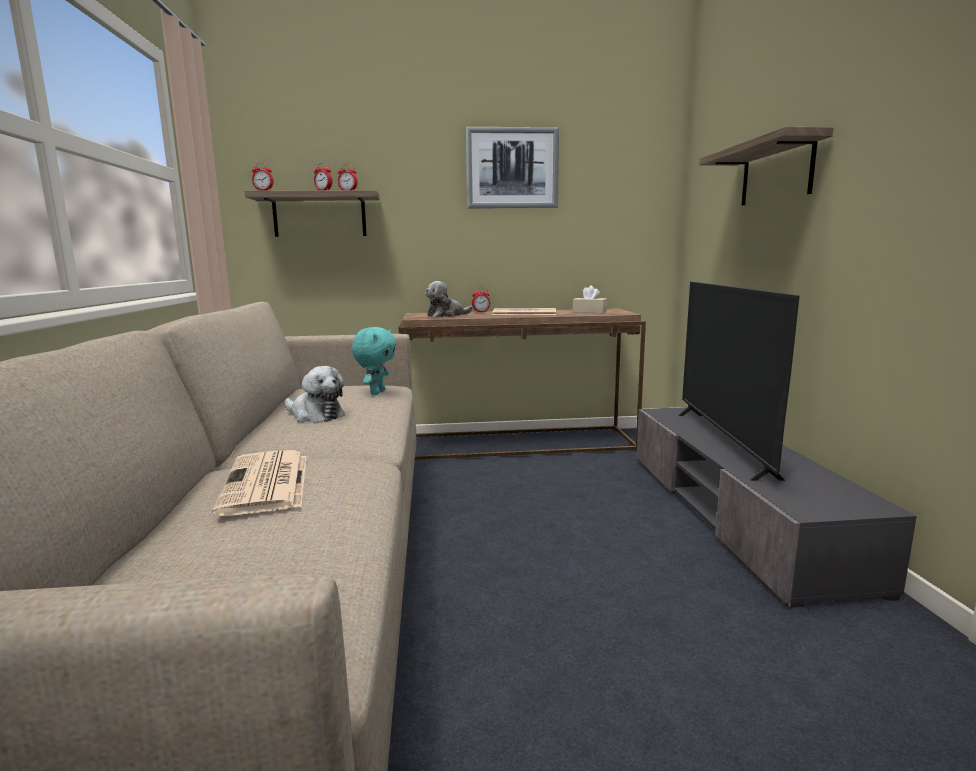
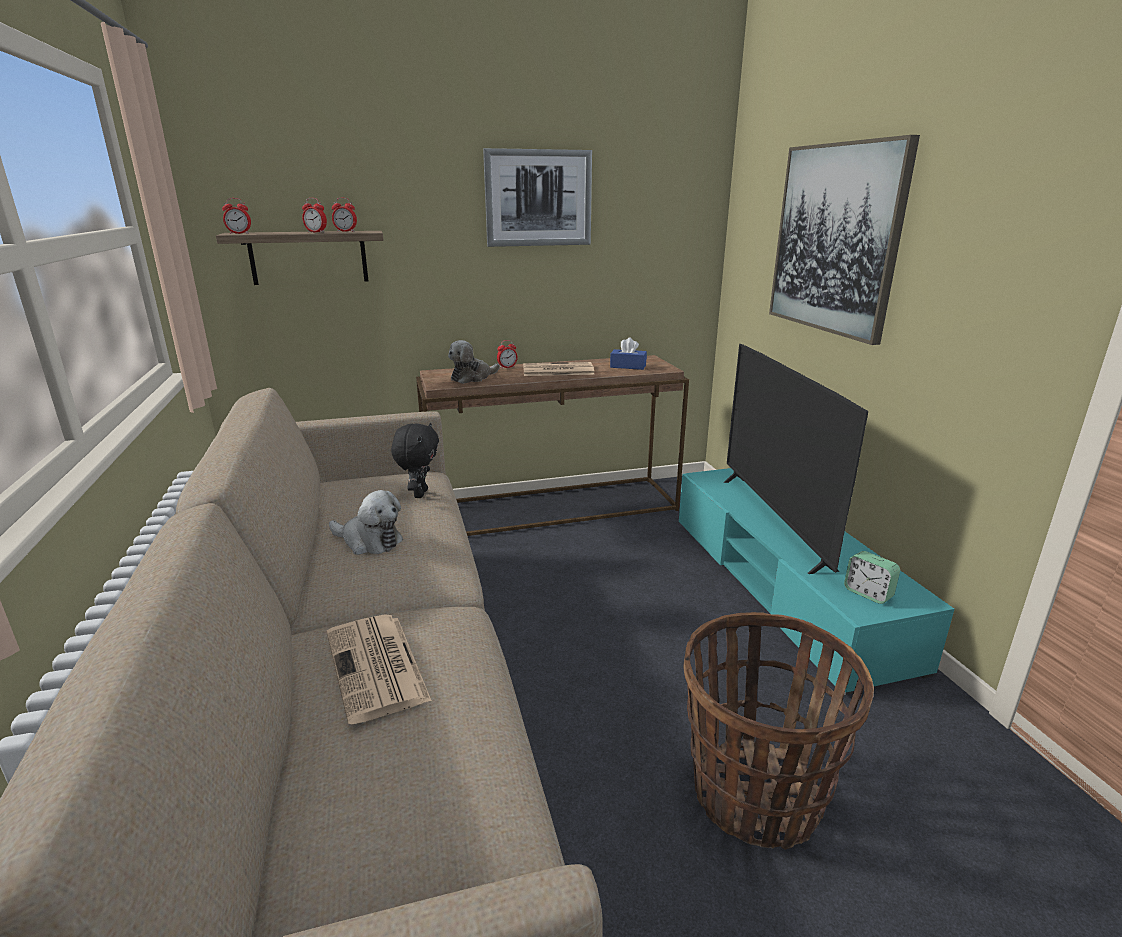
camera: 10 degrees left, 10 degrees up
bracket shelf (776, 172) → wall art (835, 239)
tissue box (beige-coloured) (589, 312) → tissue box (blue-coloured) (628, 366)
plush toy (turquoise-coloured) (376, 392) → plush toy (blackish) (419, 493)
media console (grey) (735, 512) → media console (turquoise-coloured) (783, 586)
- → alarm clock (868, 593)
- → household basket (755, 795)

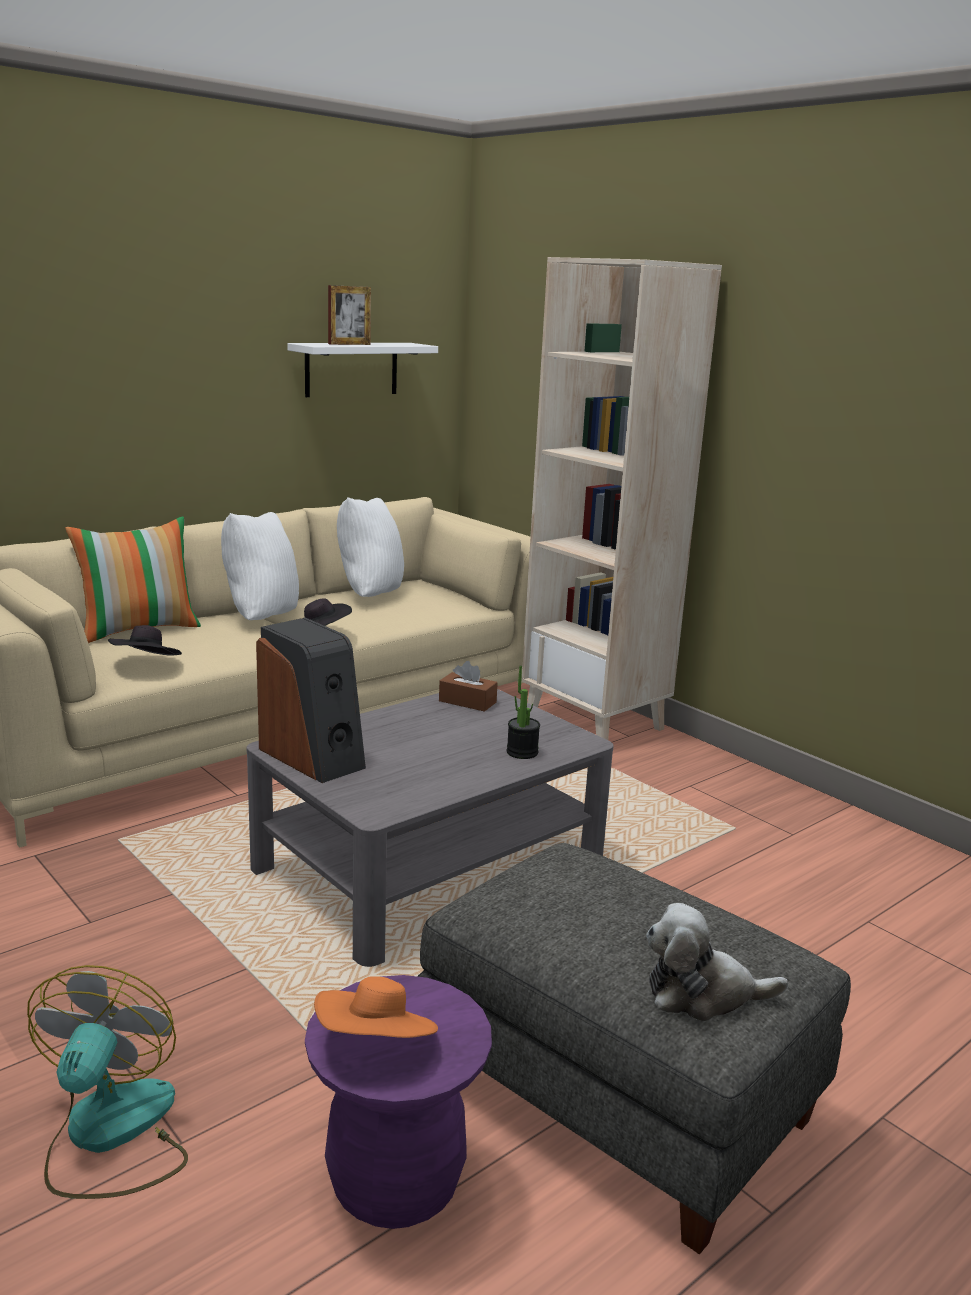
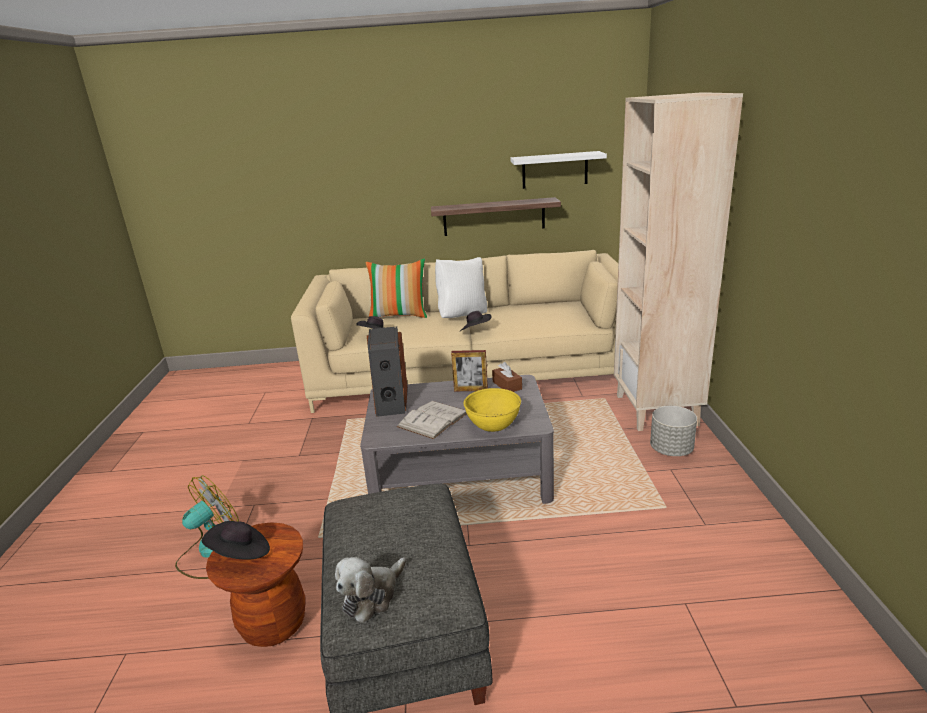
camera: 40 degrees right, 5 degrees up
standing frame (349, 344) → standing frame (471, 390), shifted
pillow (whitish) (368, 595) → -
plant in a pot (522, 752) → deep dish (yellow) (493, 424)
plush toy (703, 994) → plush toy (372, 596), 90 degrees counterclockwise
sitting stool (purple) (395, 1183) → sitting stool (brown) (274, 624)
clothing hat (orange-coloured) (376, 1043) → clothing hat (blackish) (240, 554)
- → bracket shelf (494, 217)
- → volume (whitish) (433, 419)
- → planter (grey) (671, 450)

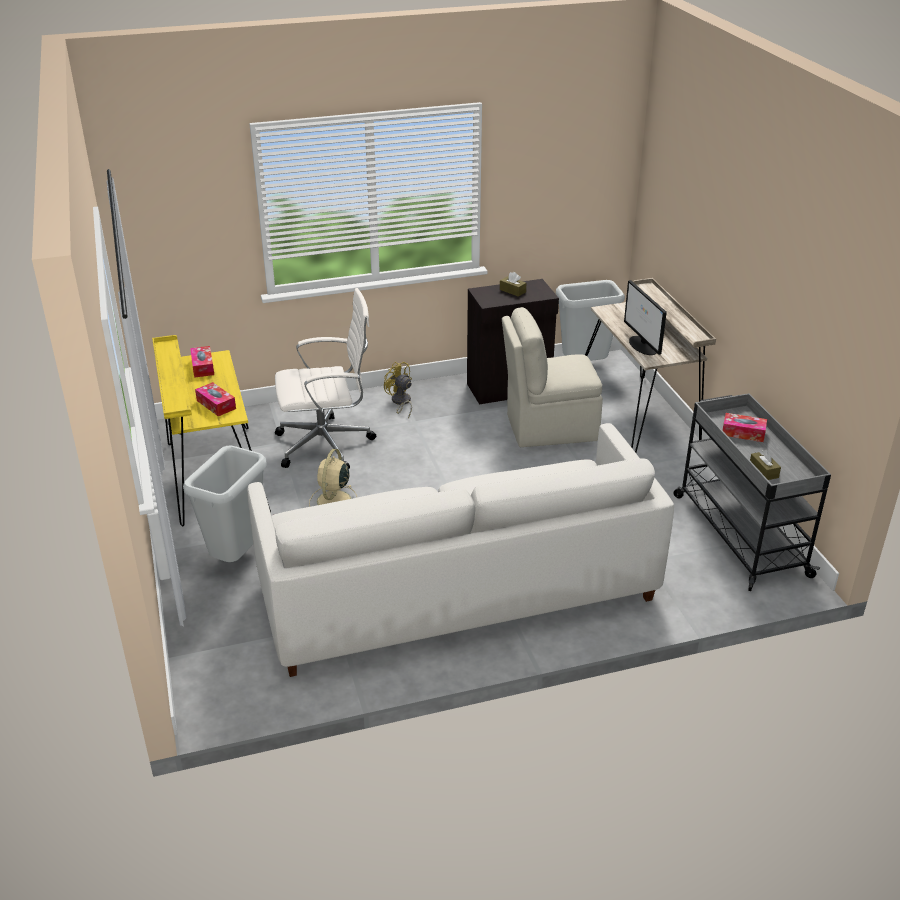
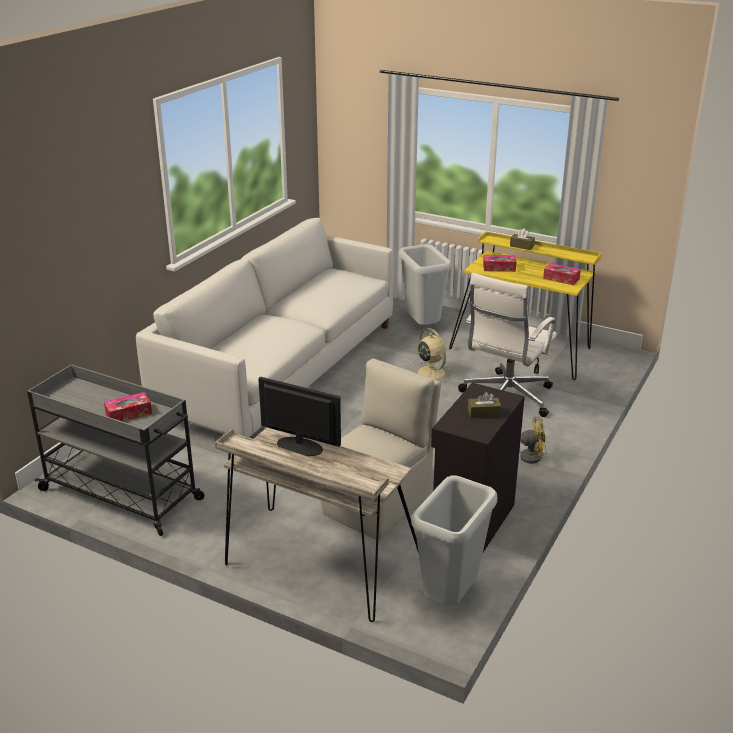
camera: 135 degrees right, 5 degrees down
tissue box (brown) (763, 471) → tissue box (brown) (521, 246), shifted

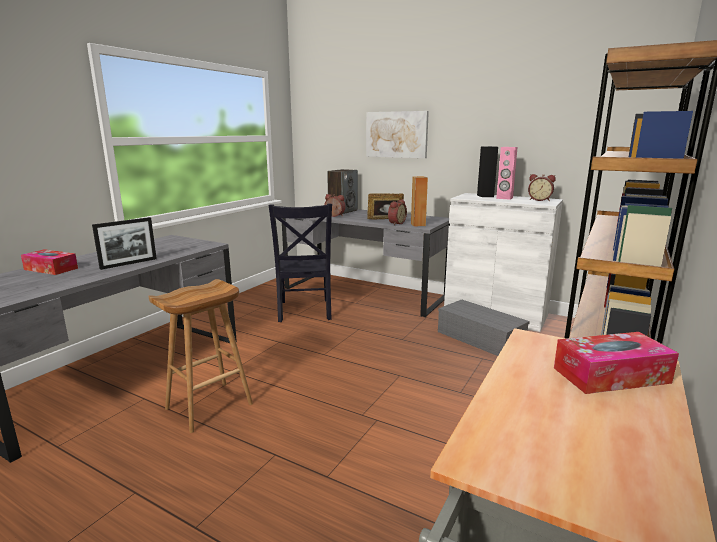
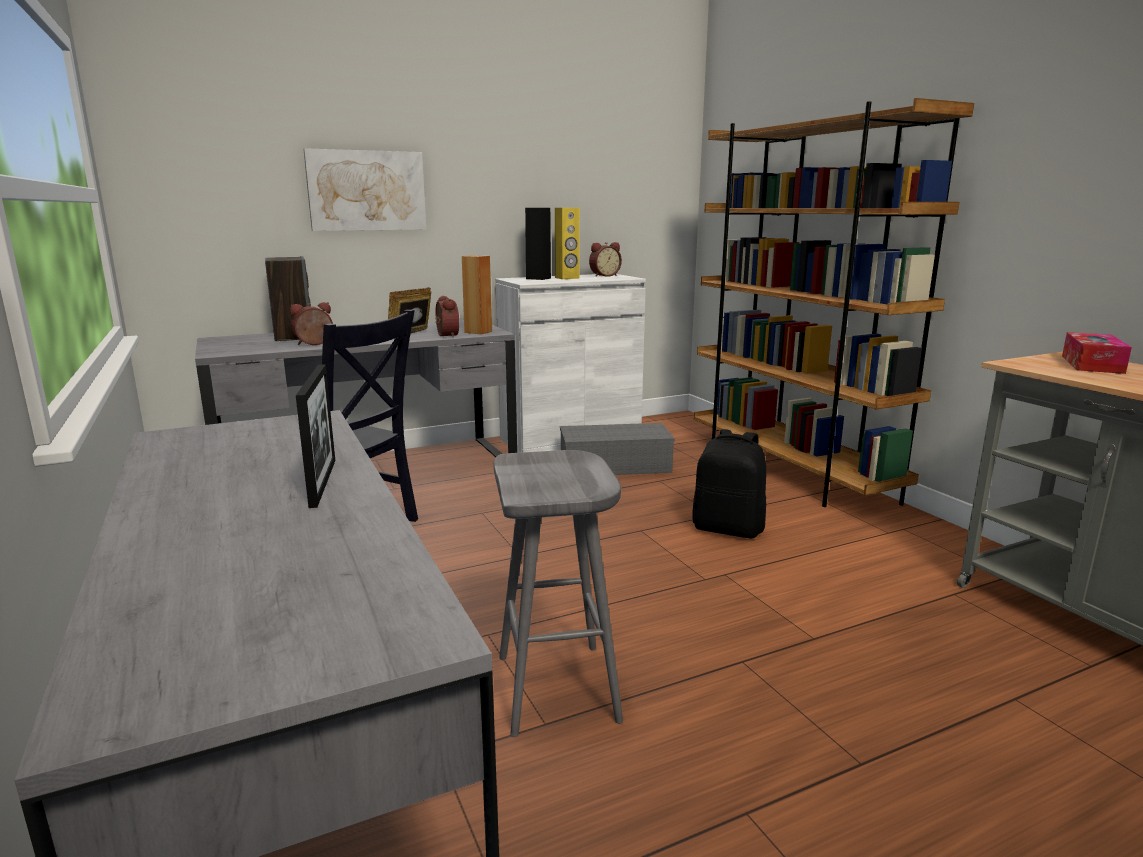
camera: 55 degrees left, 0 degrees up
speaker (pink-coloured) (504, 198) → speaker (yellow) (567, 278)
tissue box (51, 269) → -
sitting stool (brown) (208, 407) → sitting stool (grey) (559, 689)
- → rucksack (blackish) (728, 529)

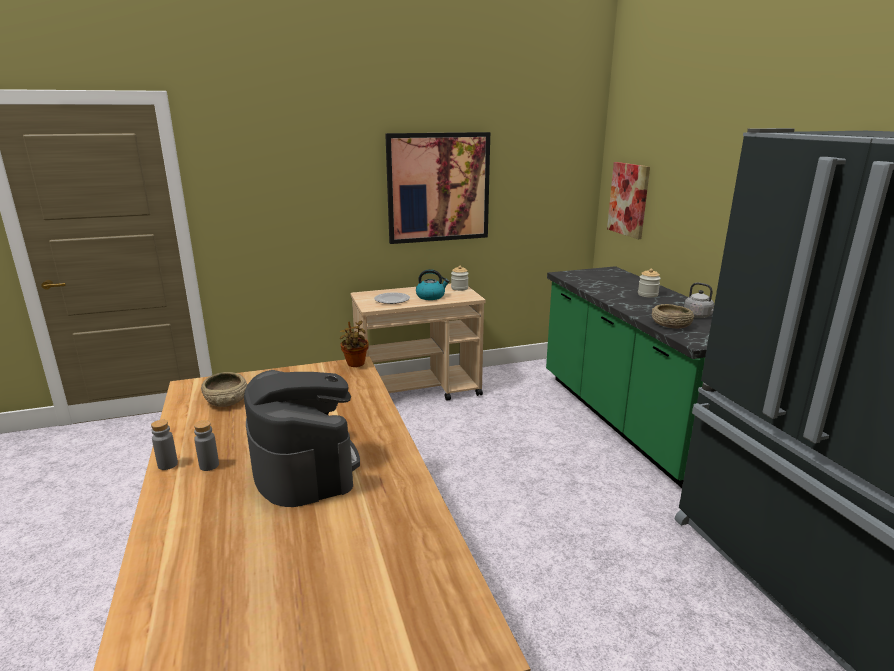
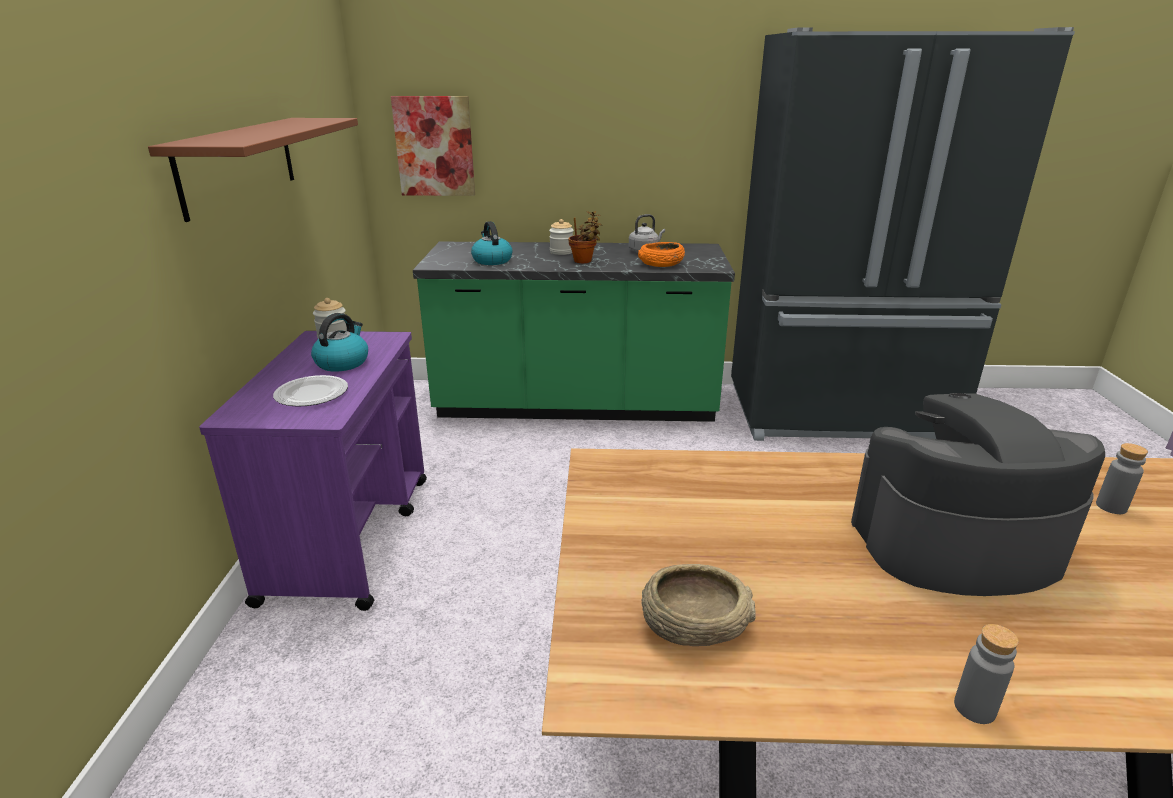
camera: 70 degrees left, 5 degrees up
wall art (438, 187) → bracket shelf (brown) (239, 164)
trolley (beige-coloured) (419, 391) → trolley (purple) (350, 536)
deep dish (beige-coloured) (670, 324) → deep dish (orange-coloured) (661, 264)
plant in a pot (355, 364) → plant in a pot (584, 261), shifted
drink bottle (grey) (209, 465) → drink bottle (grey) (1111, 507), shifted
- → water kettle (491, 260)

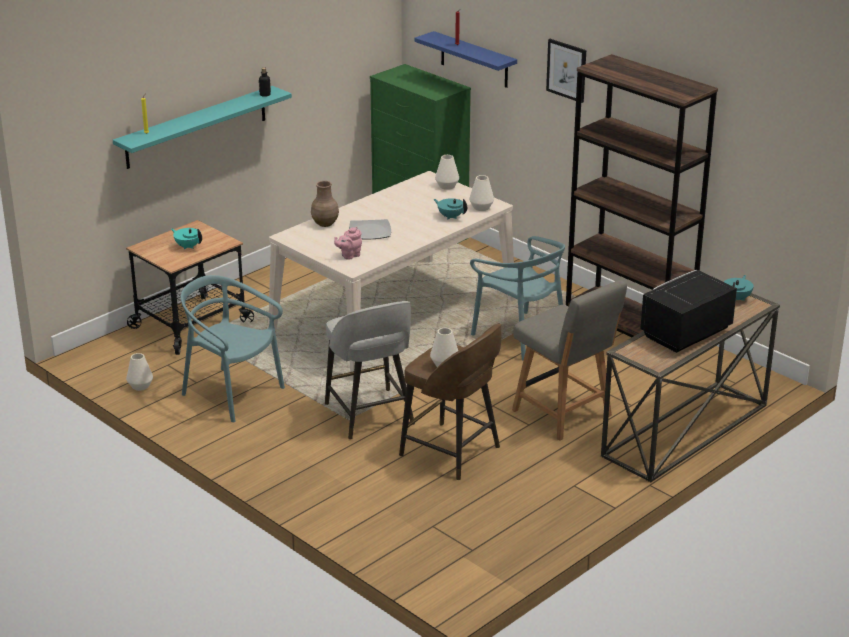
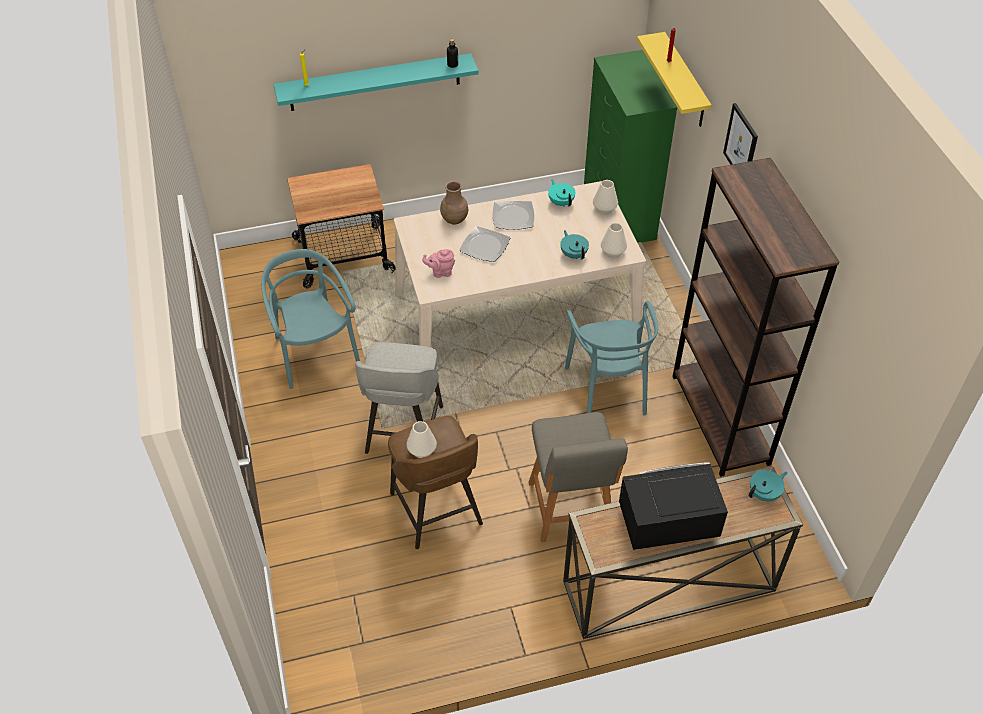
camera: 30 degrees right, 20 degrees up
bracket shelf (blue-coloured) (474, 60) → bracket shelf (yellow) (685, 82)
tea pot (turquoise-coloured) (188, 246) → tea pot (turquoise-coloured) (561, 202), shifted
decorative vase (whitish) (140, 386) → -
- → plate (513, 216)

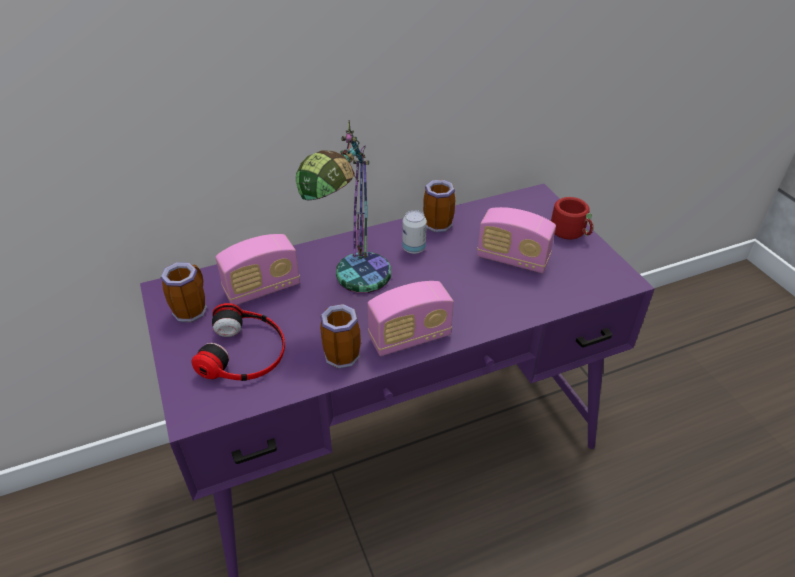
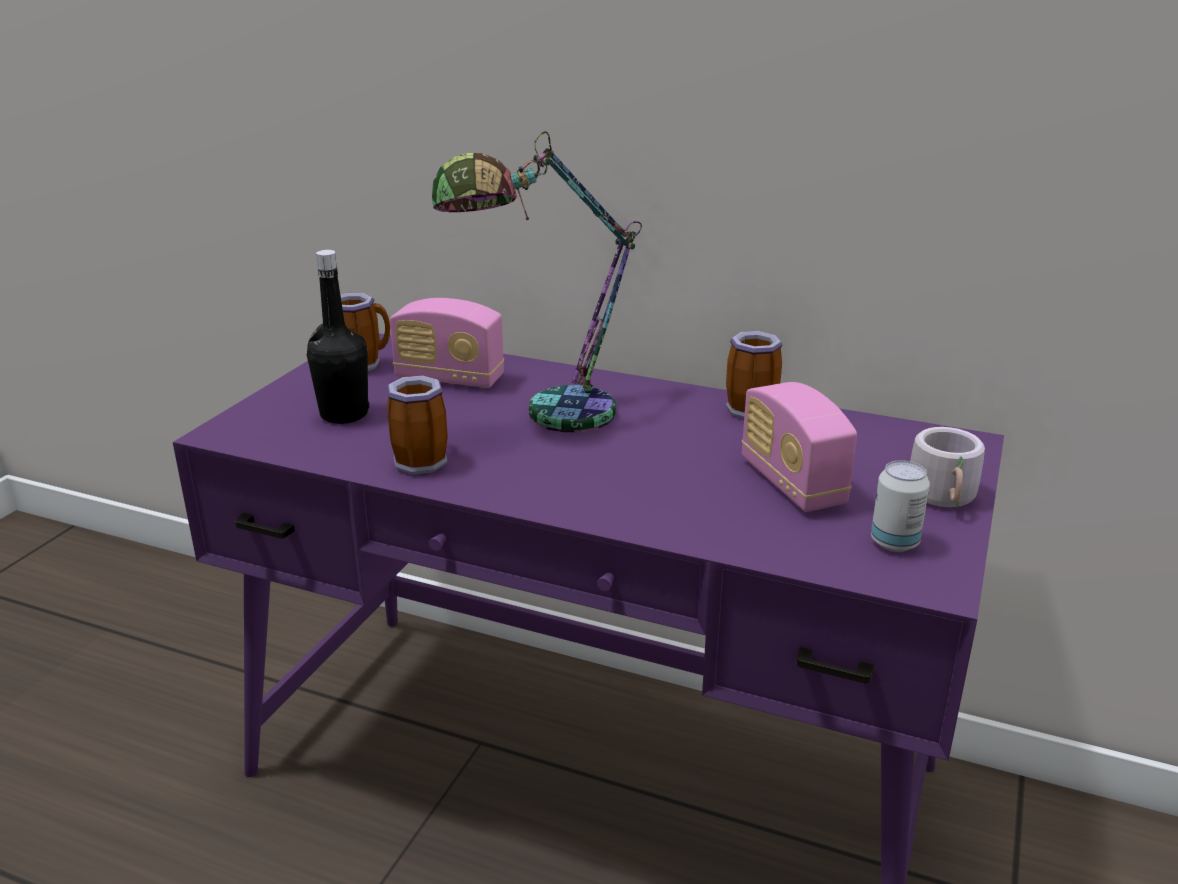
camera: 45 degrees right, 15 degrees down
tea mug (red) (571, 232) → tea mug (grey) (947, 498)
can (414, 248) → can (894, 542), shifted
radio set (410, 338) → -
headphones (244, 351) → drink bottle (blackish) (344, 414)

